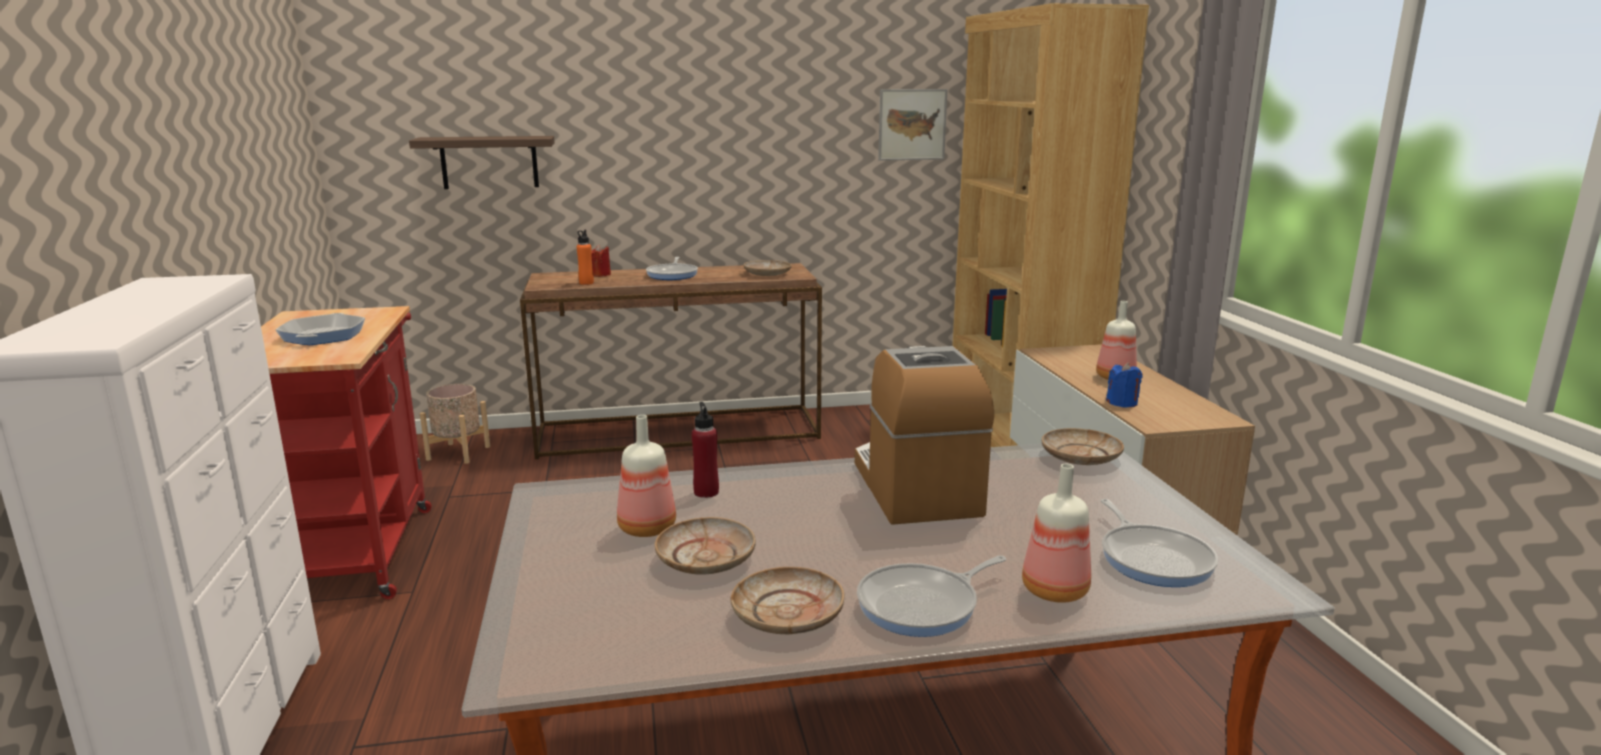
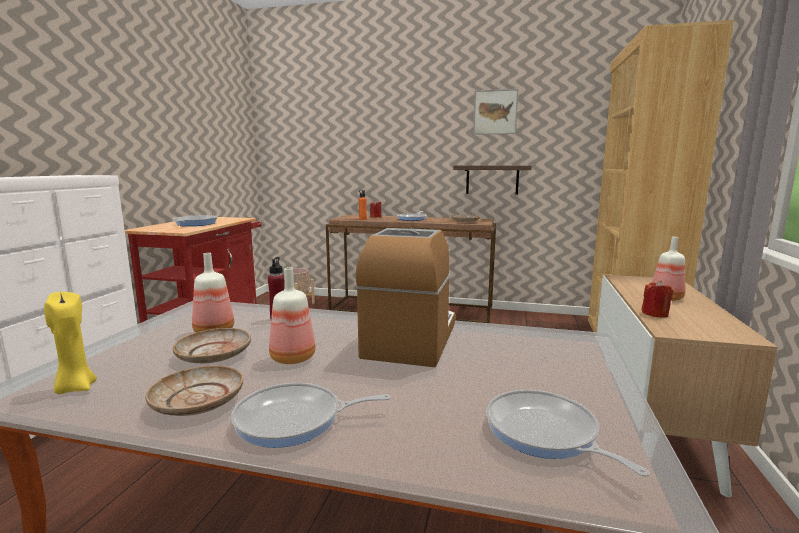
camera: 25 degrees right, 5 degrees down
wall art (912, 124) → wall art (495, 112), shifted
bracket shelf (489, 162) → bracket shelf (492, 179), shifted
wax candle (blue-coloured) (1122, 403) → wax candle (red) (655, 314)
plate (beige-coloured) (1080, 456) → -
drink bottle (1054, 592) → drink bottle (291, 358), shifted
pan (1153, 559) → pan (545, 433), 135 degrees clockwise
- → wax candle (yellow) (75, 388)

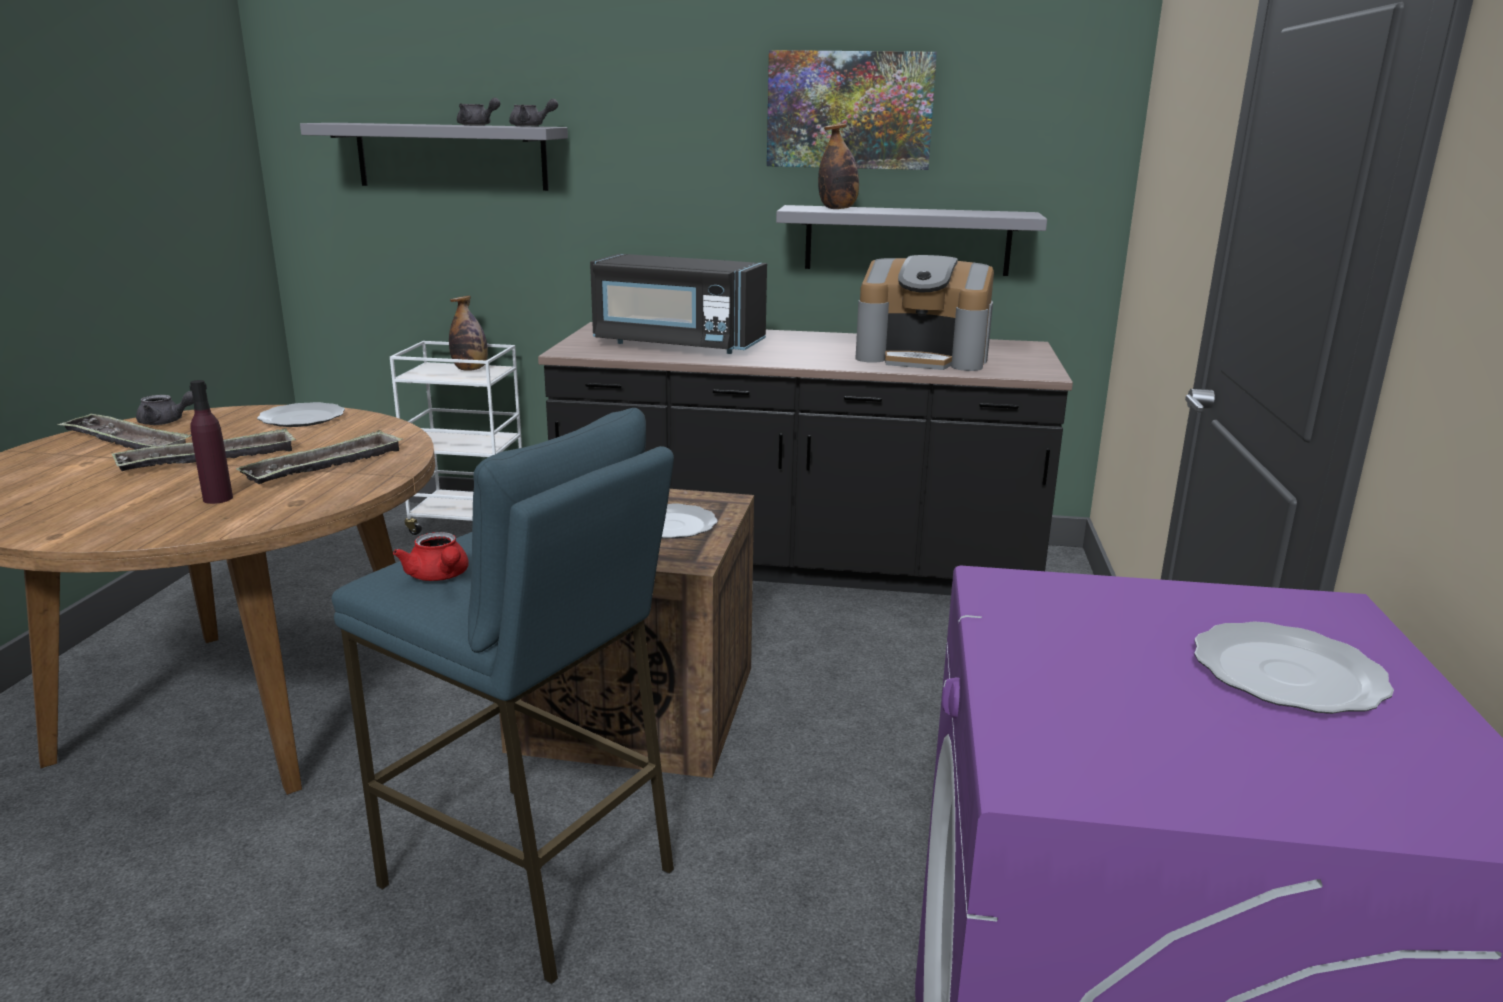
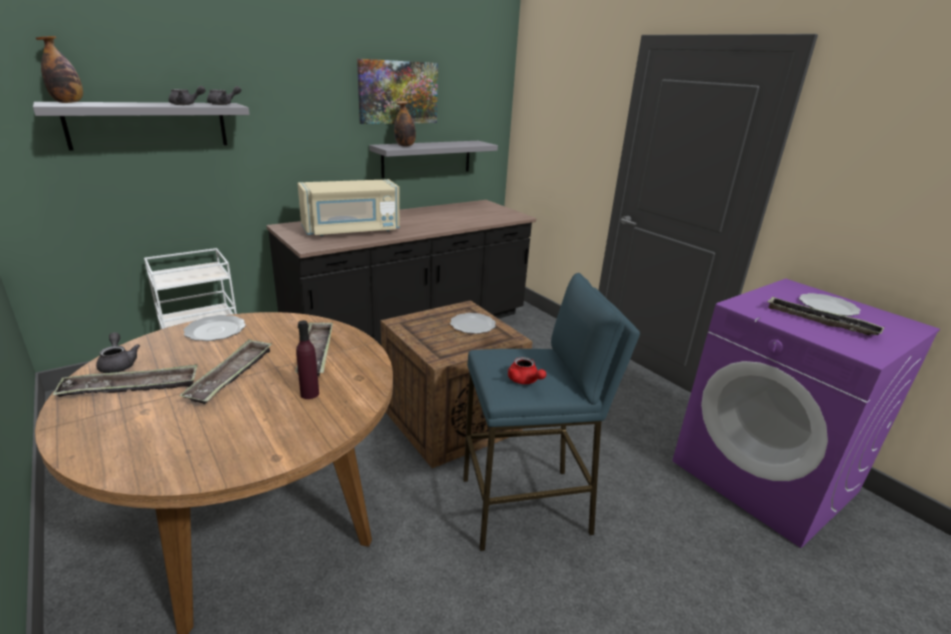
camera: 45 degrees left, 5 degrees up
microwave oven (blackish) (677, 344) → microwave oven (beige-coloured) (351, 230)
coffee maker (923, 357) → -
drink bottle (470, 369) → drink bottle (68, 102), shifted
tea pot (grey) (166, 422) → tea pot (grey) (118, 364), 75 degrees counterclockwise
tea pot (red) (439, 577) → tea pot (red) (525, 381), 45 degrees clockwise
- → serving tray (820, 321)

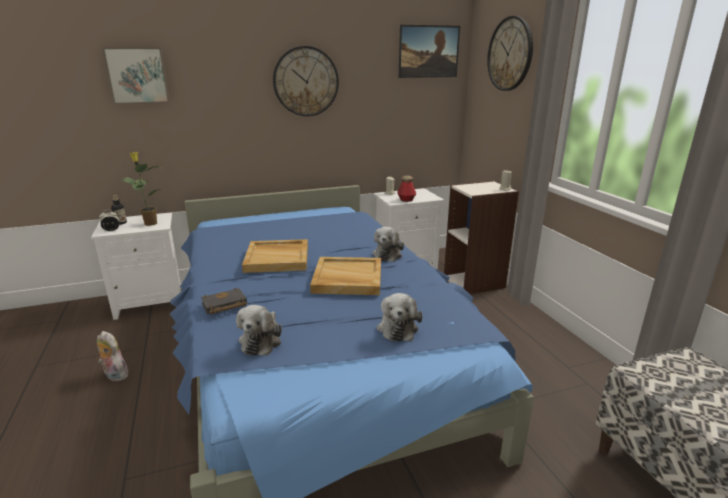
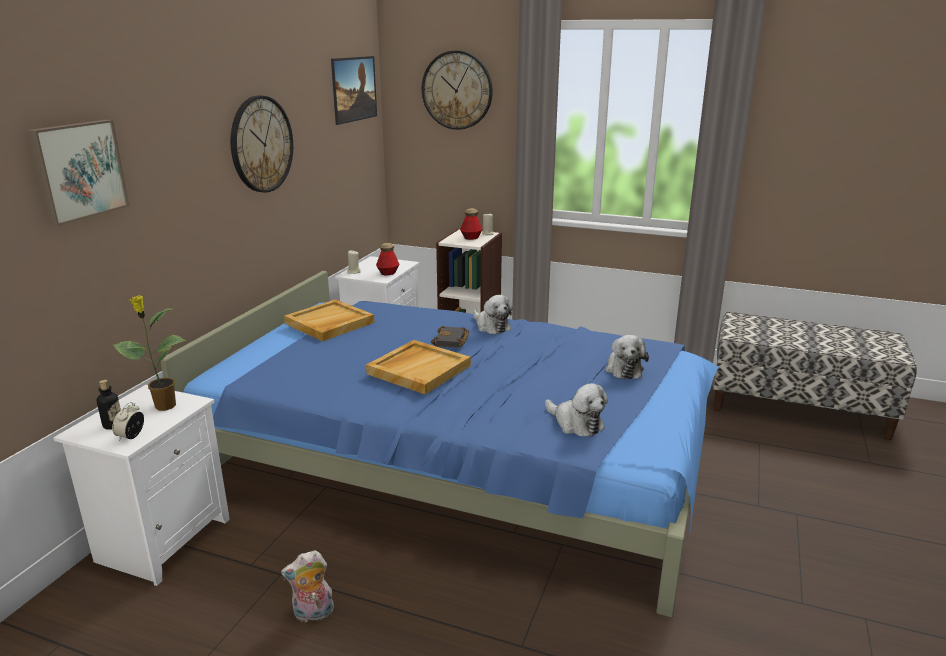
camera: 50 degrees left, 0 degrees up
serving tray (beige-coloured) (347, 279) → serving tray (beige-coloured) (329, 323), shifted
volume (blackish) (223, 305) → volume (blackish) (452, 341), shifted
plush toy (397, 327) → plush toy (623, 369), 45 degrees clockwise
- → drink bottle (471, 238)

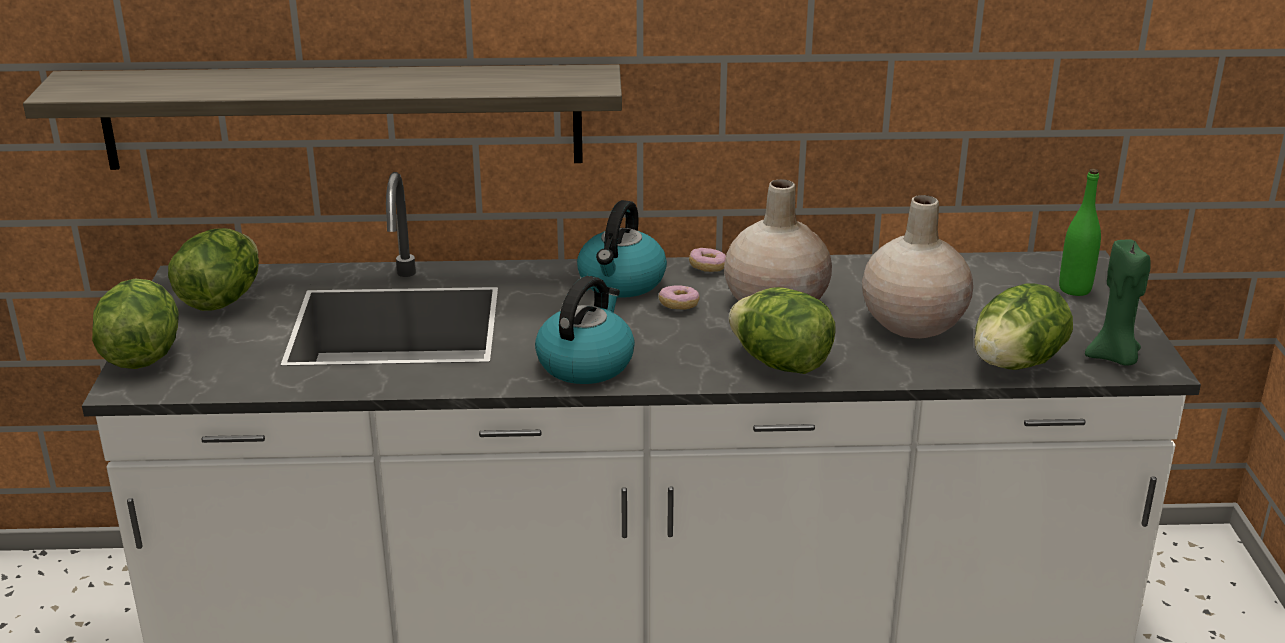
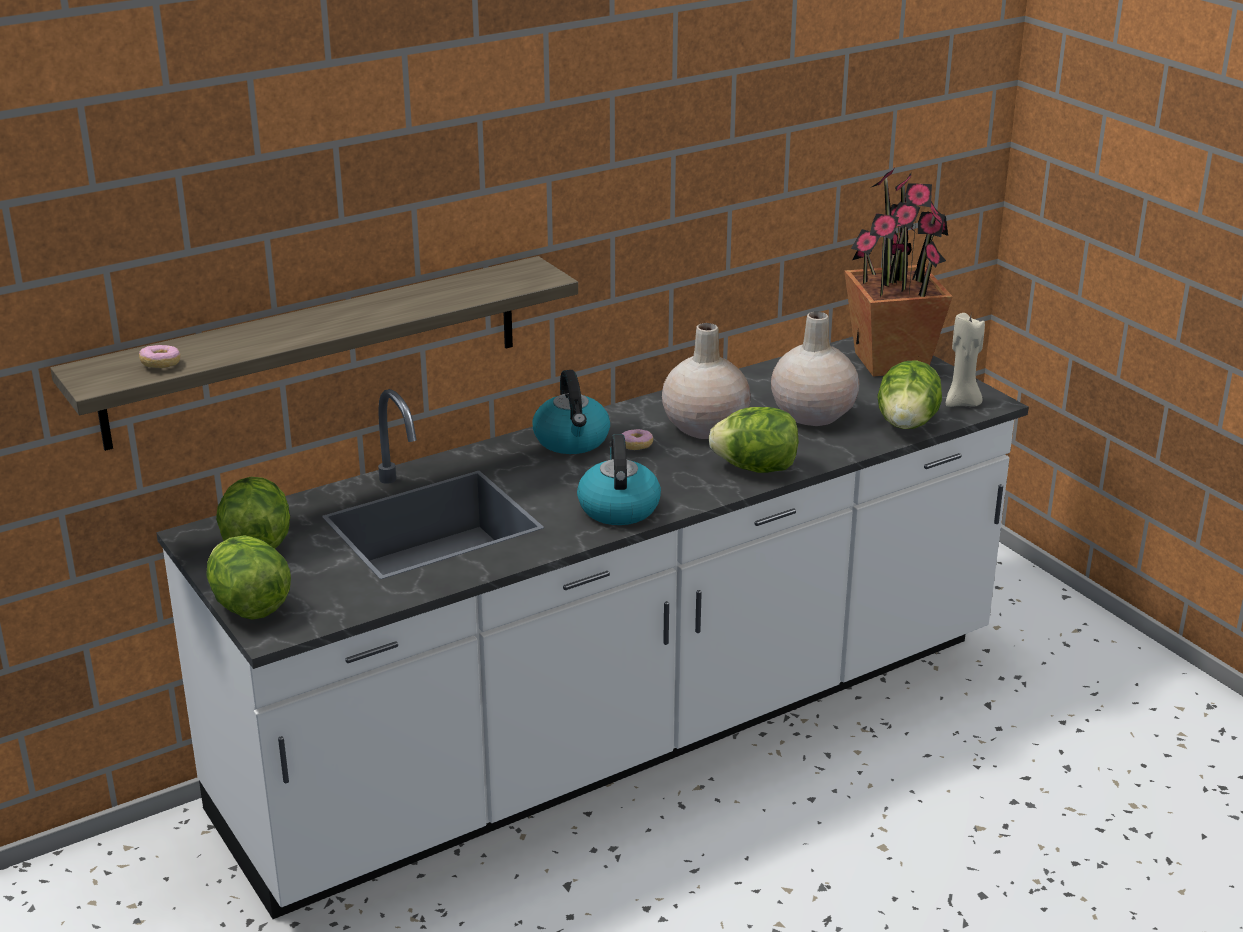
camera: 30 degrees left, 0 degrees up
drink bottle (green) (1075, 289) → plant in a pot (891, 361)
wax candle (green) (1114, 358) → wax candle (beige-coloured) (962, 403)
ring doughnut (707, 267) → ring doughnut (161, 365), shifted

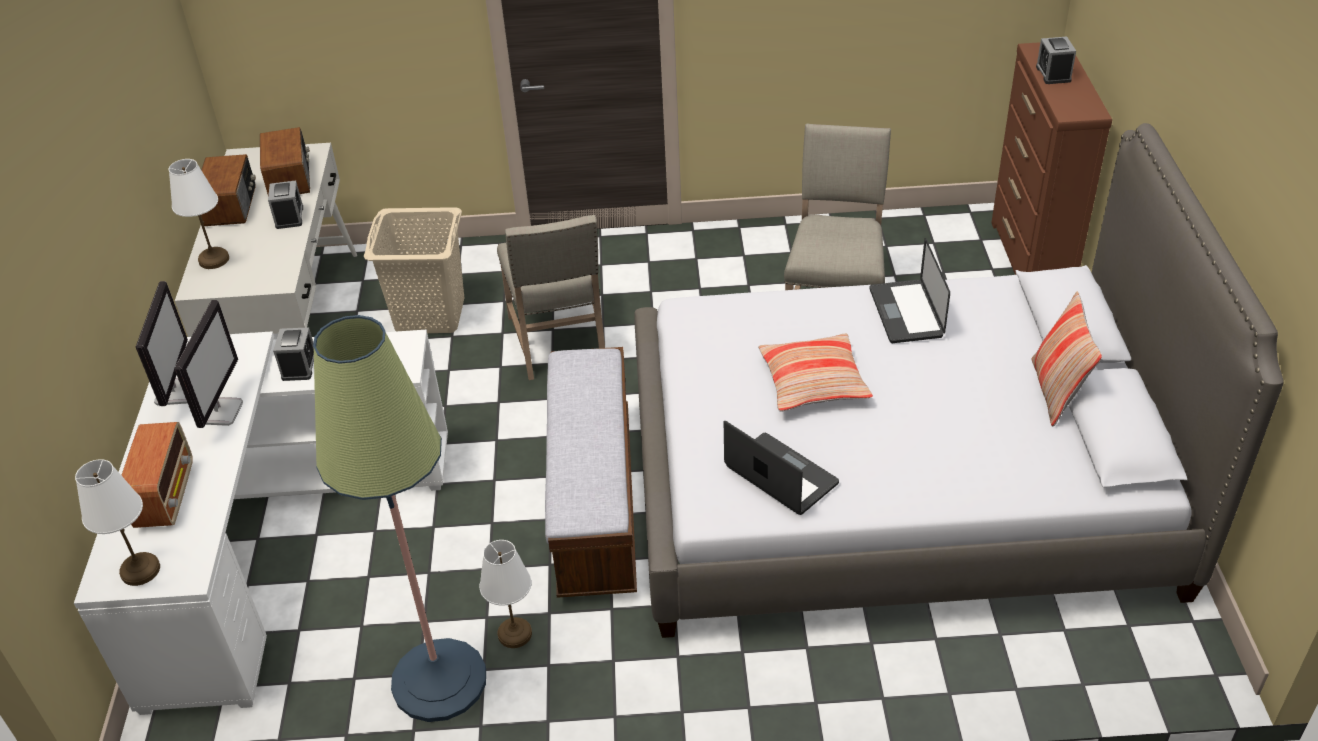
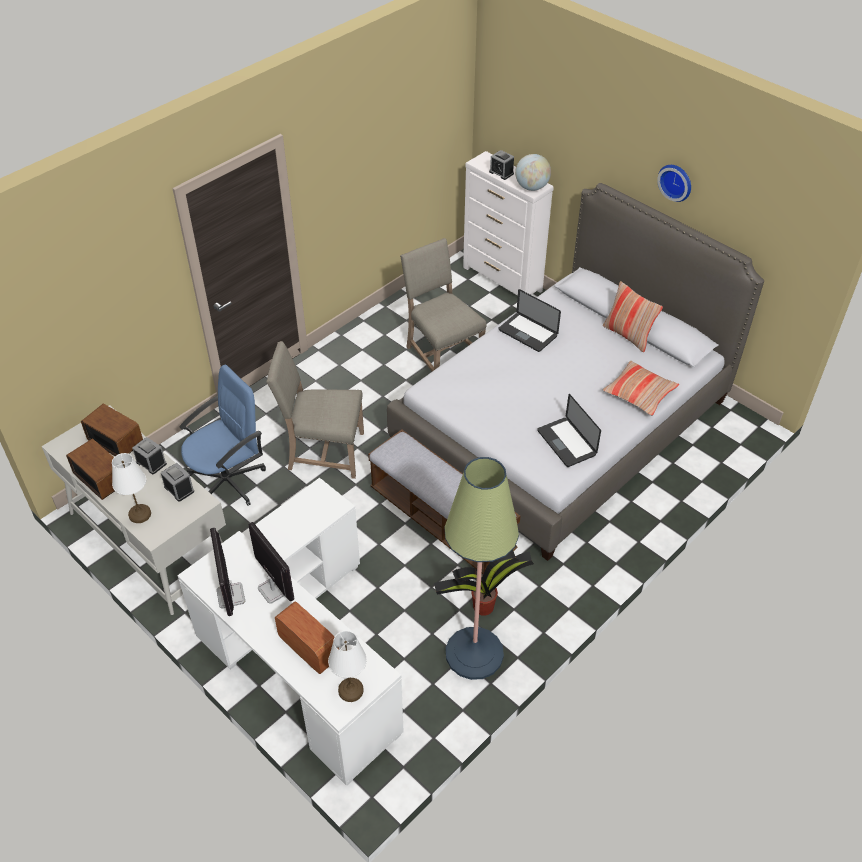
camera: 45 degrees left, 5 degrees up
dresser (brown) (1030, 262) → dresser (whitish) (502, 279)
hamper (beige-coloured) (430, 315) → office chair (blue-coloured) (228, 481)
plain chair (beige-coloured) (560, 343) → plain chair (beige-coloured) (323, 452), 150 degrees clockwise
computer screen (176, 391) → computer screen (231, 596), 150 degrees counterclockwise
alarm clock (299, 366) → alarm clock (179, 489), shifted
pillow (813, 382) → pillow (639, 393), shifted
portable computer (781, 475) → portable computer (566, 443), 120 degrees counterclockwise
lamp for a table (whitish) (515, 633) → plant in a pot (482, 607)
- → globe (531, 187)
- → clock on the wall (676, 181)

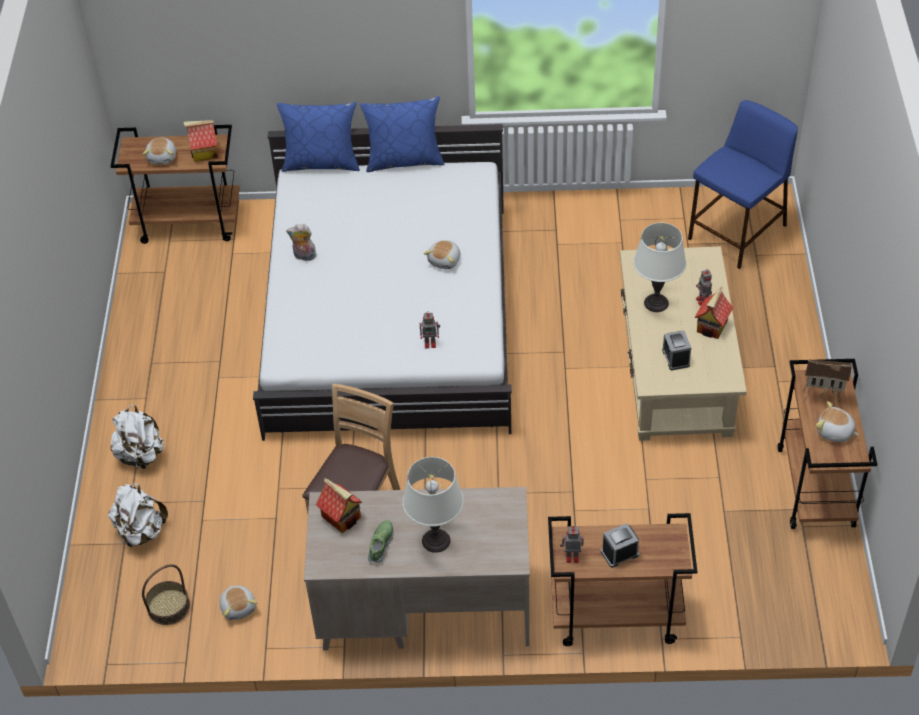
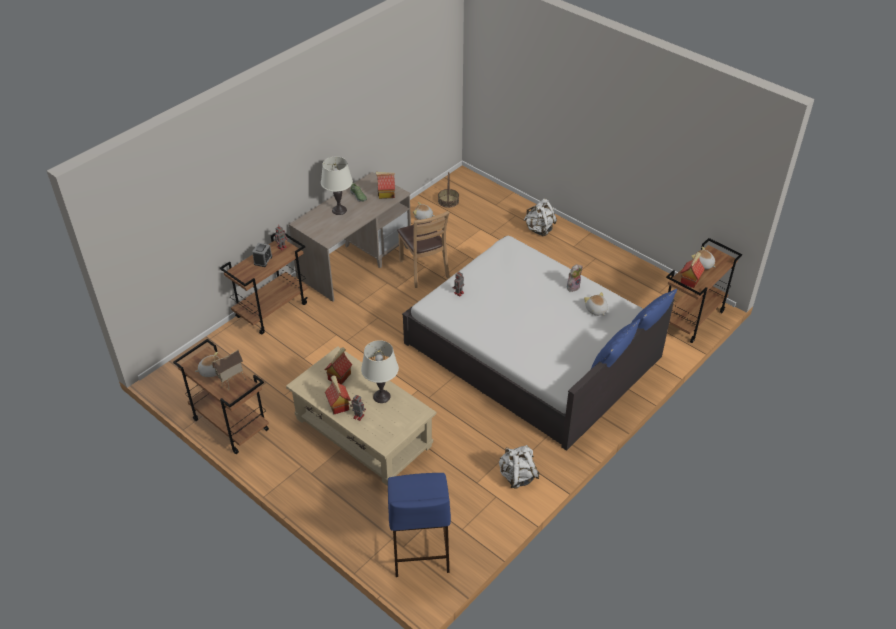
camera: 130 degrees right, 5 degrees down
plush toy (445, 260) → plush toy (596, 310), shifted
alarm clock (675, 358) → miniature house (339, 376)
rucksack (whitish) (141, 531) → rucksack (whitish) (517, 476), shifted

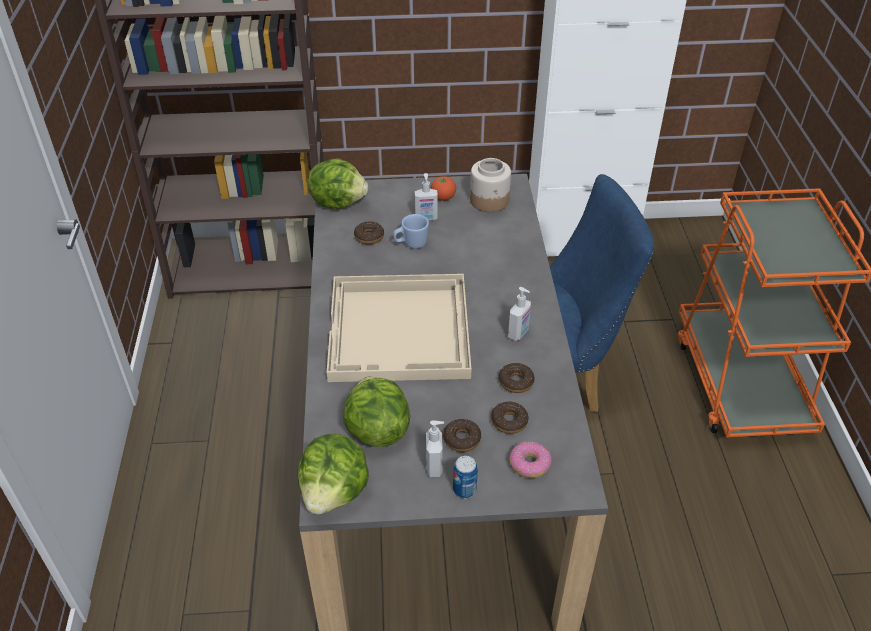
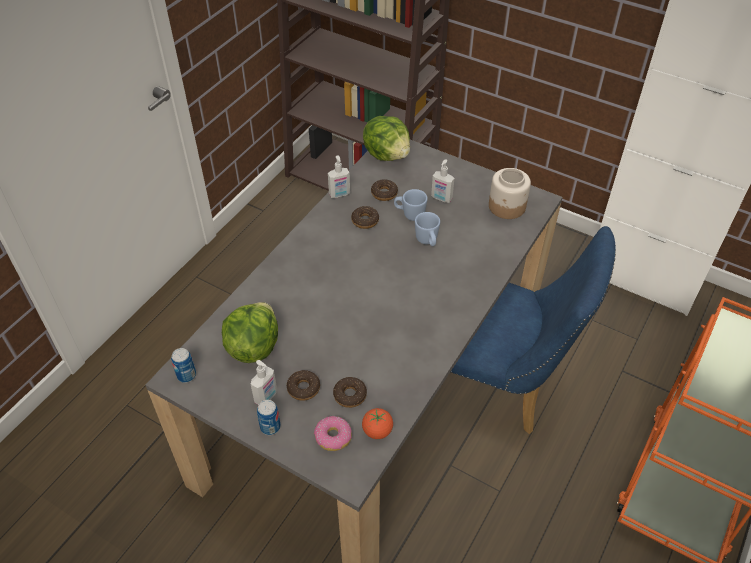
camera: 35 degrees right, 5 degrees up
fresh tomato (443, 198) → fresh tomato (377, 431), shifted
serving tray (beige-coloured) (400, 331) → -
liquid soap bottle (518, 333) → liquid soap bottle (339, 194), shifted
ring doughnut (516, 382) → ring doughnut (365, 220), shifted
lettuce head (335, 492) → can (186, 375)
- → tea mug (blue-coloured) (427, 241)

